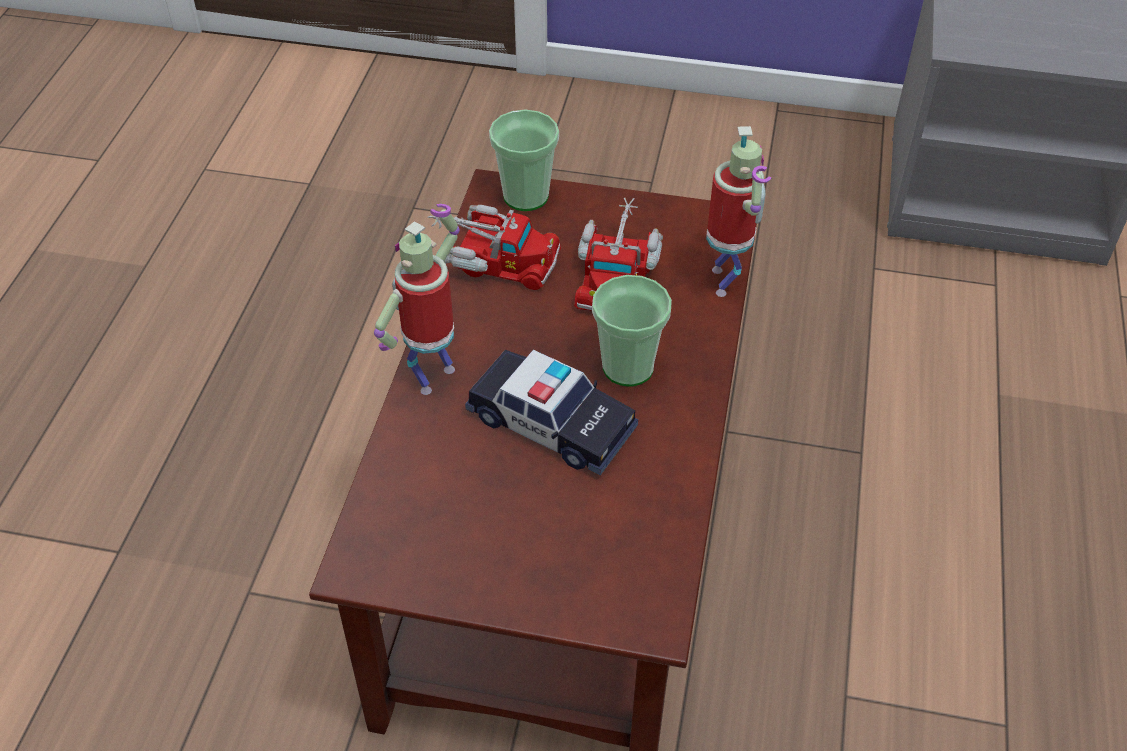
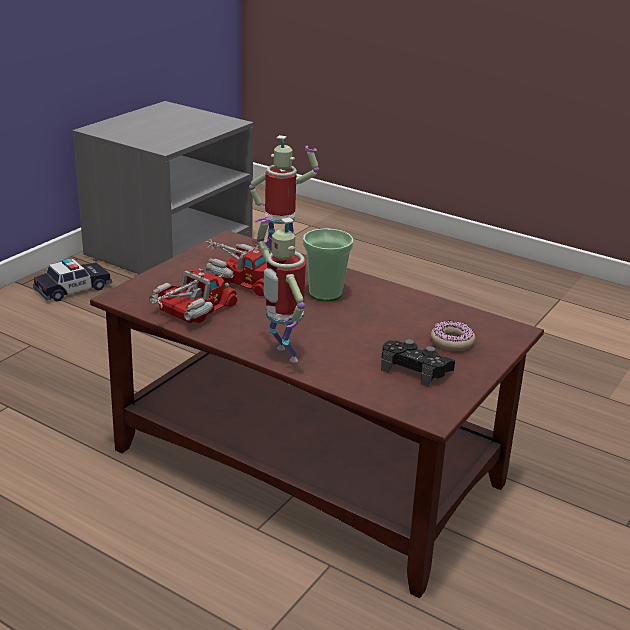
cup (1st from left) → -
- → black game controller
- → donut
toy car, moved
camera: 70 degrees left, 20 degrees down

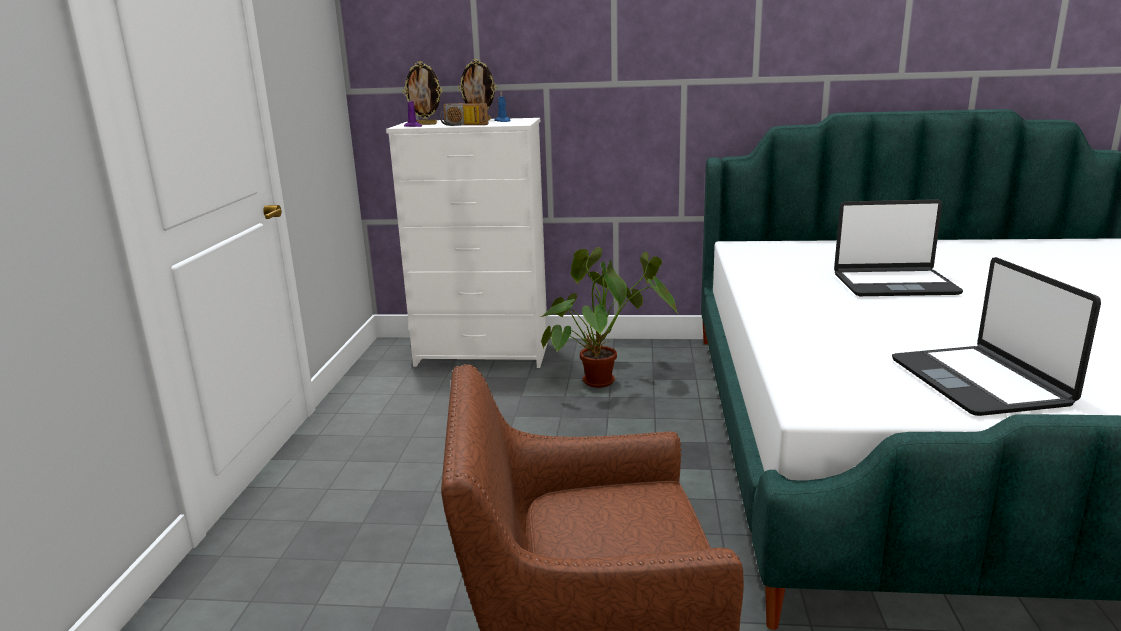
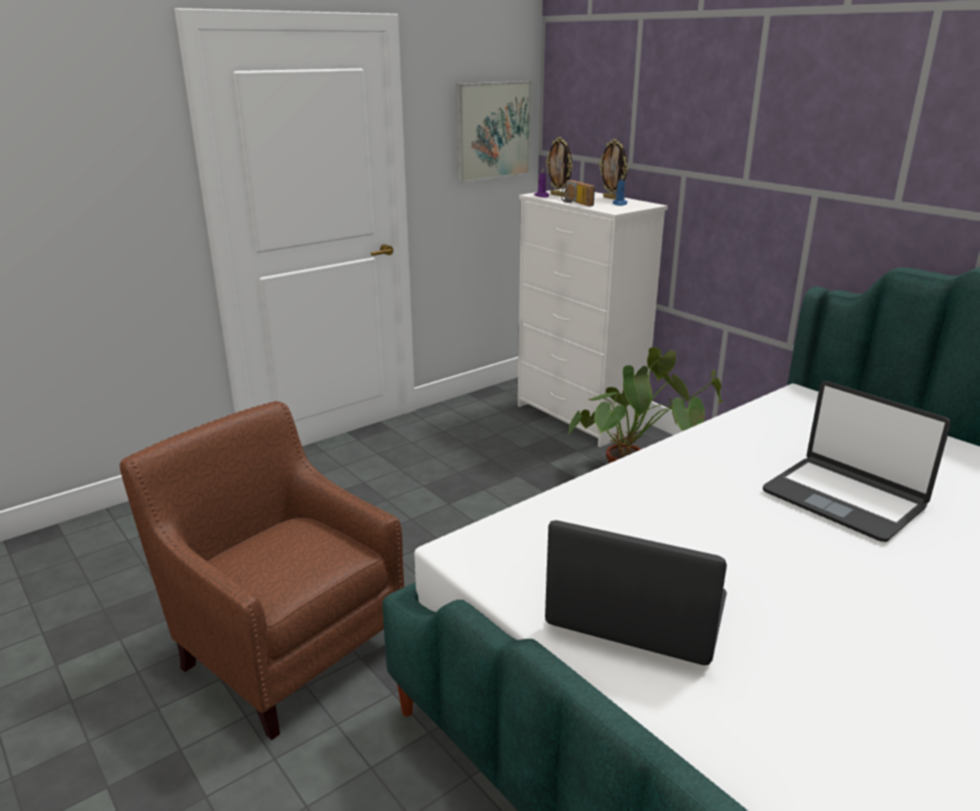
- → picture
laptop (2nd from left in the first image) → laptop (1st from left), 75 degrees clockwise
camera: 45 degrees right, 5 degrees up

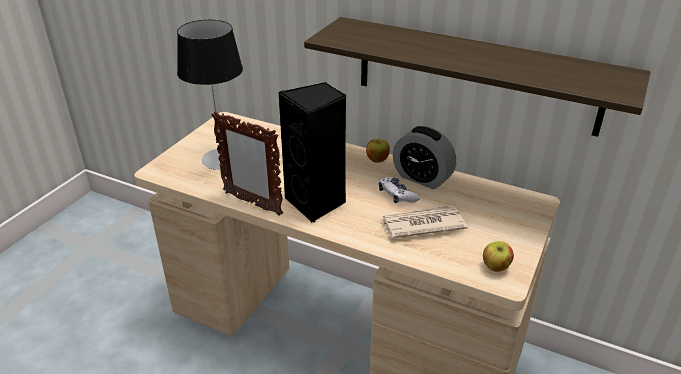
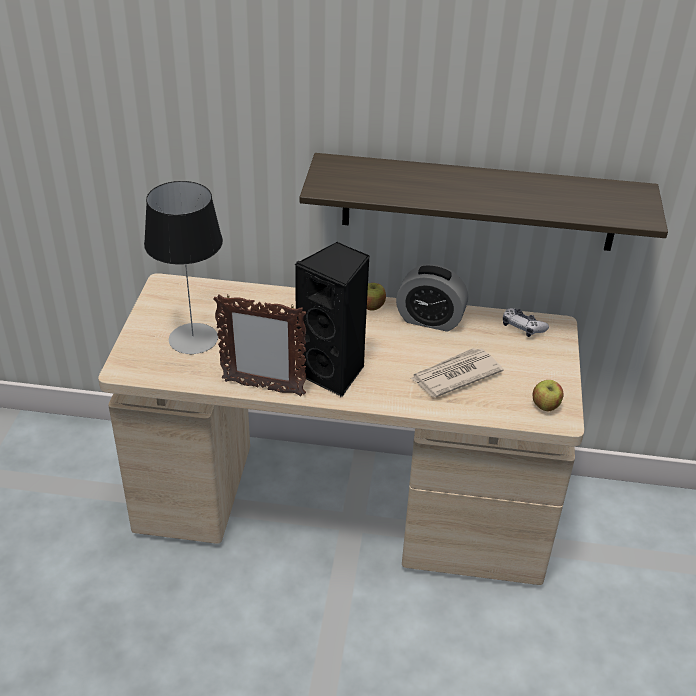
game controller, moved
camera: 20 degrees left, 5 degrees up

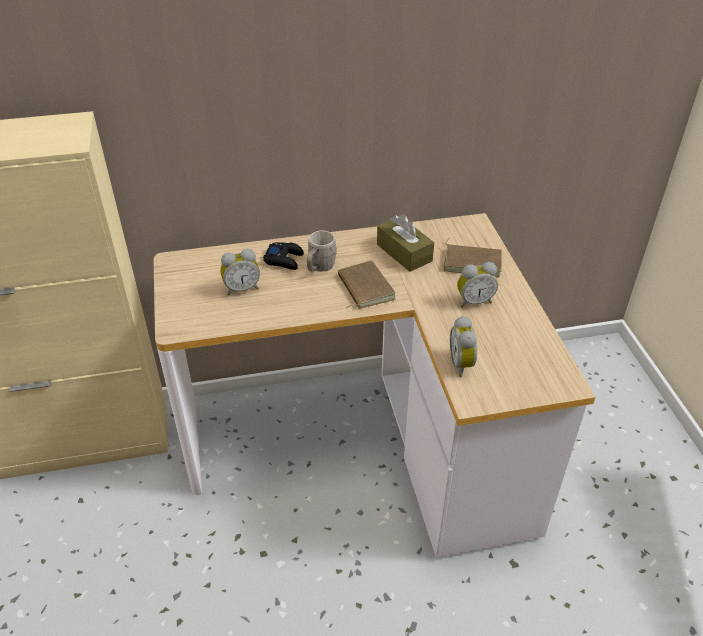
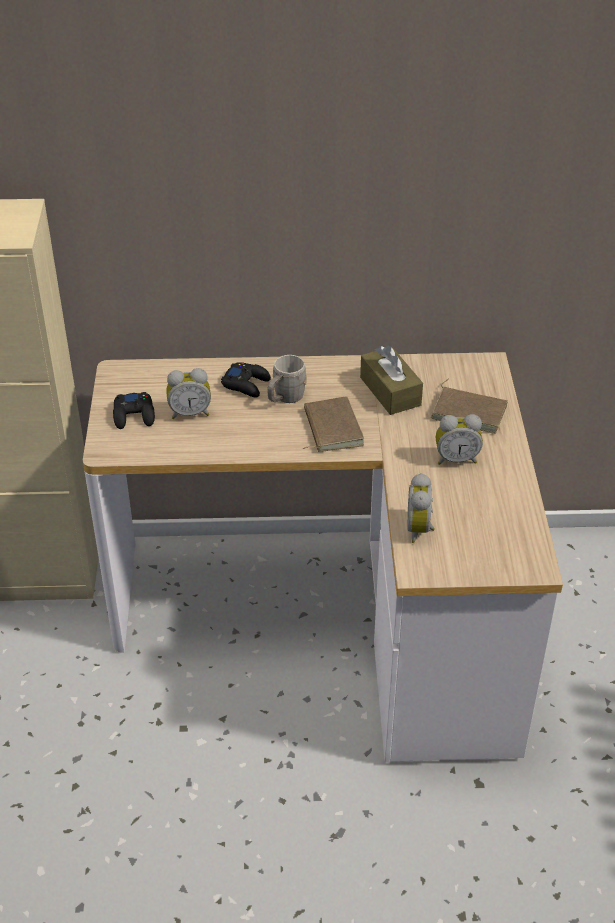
- → black game controller (1st from left)
camera: 10 degrees right, 0 degrees up

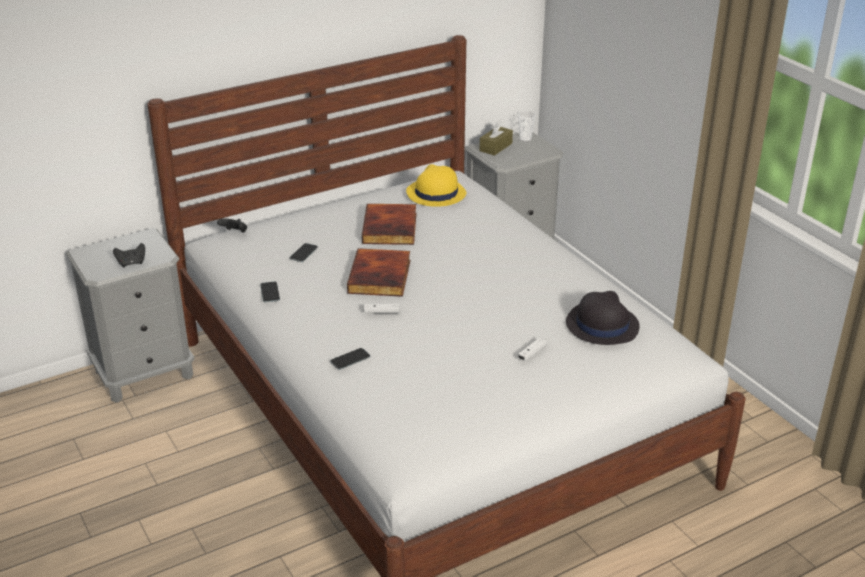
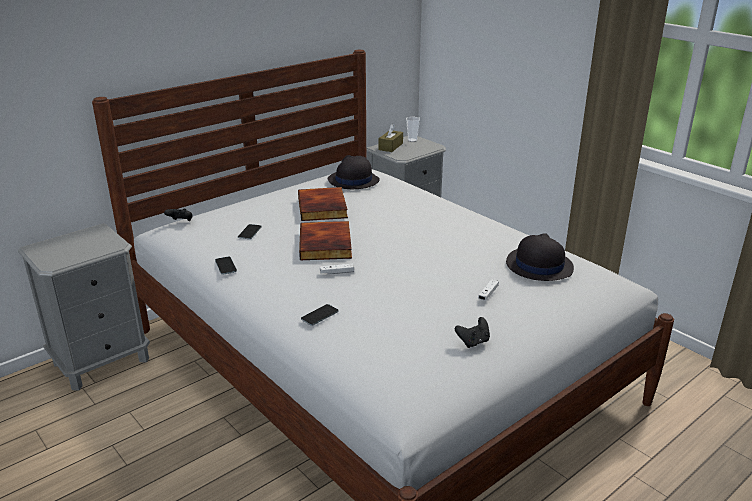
black game controller (1st from left in the first image) → black game controller (2nd from left), moved
yellow hat → black hat (1st from left)
camera: 10 degrees left, 5 degrees down

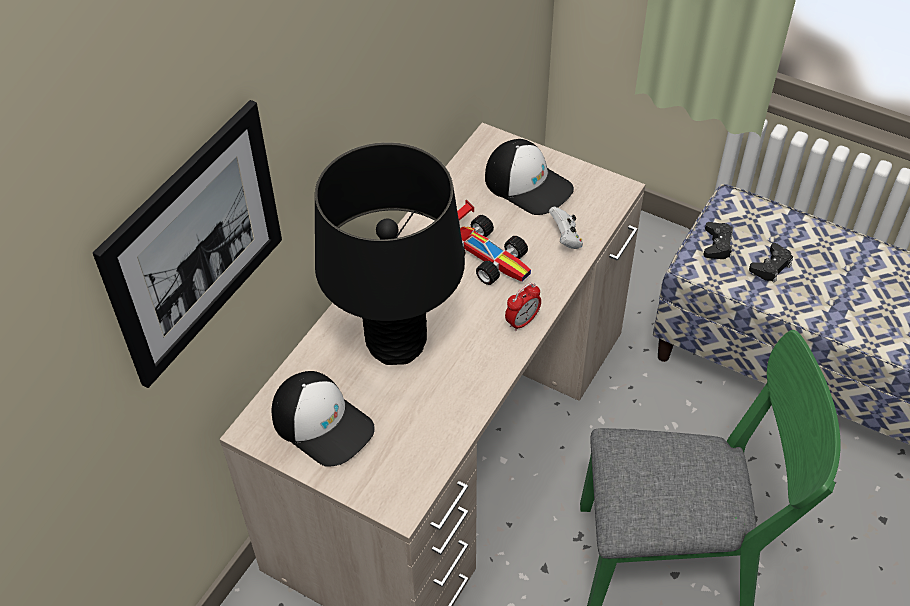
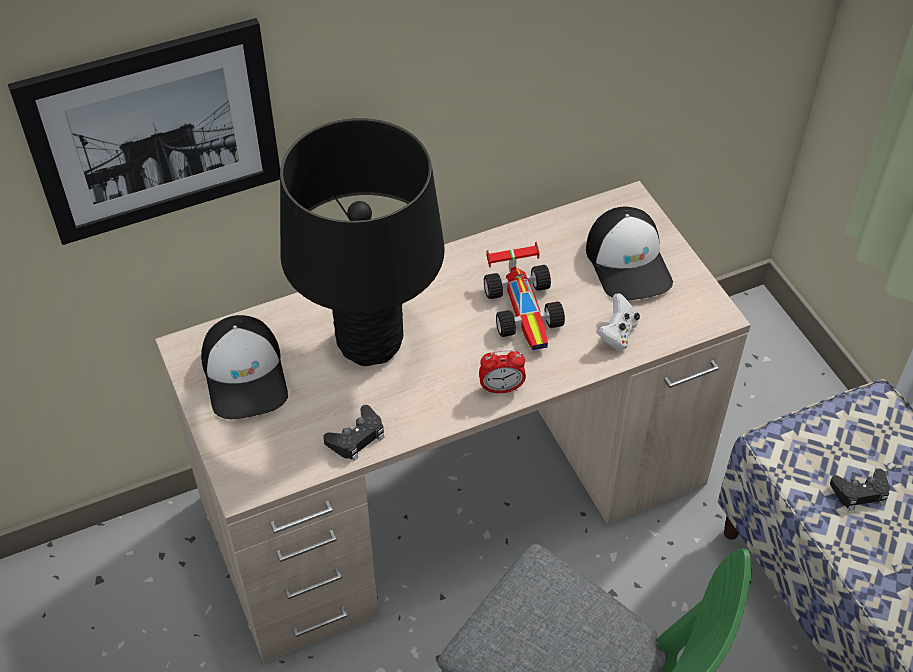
black game controller (1st from left), moved
camera: 35 degrees right, 0 degrees up

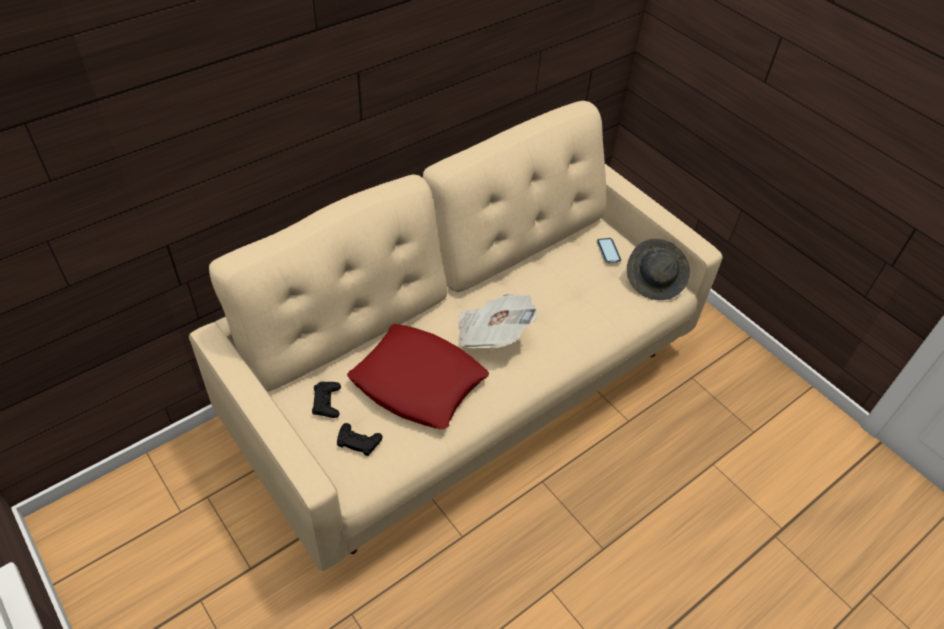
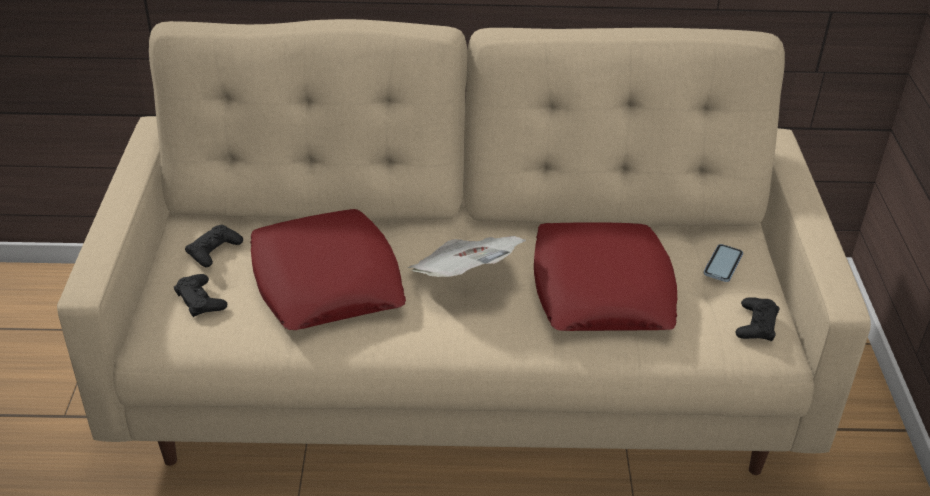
- → red pillow (2nd from left)
grey hat → black game controller (3rd from left)
camera: 40 degrees right, 10 degrees down

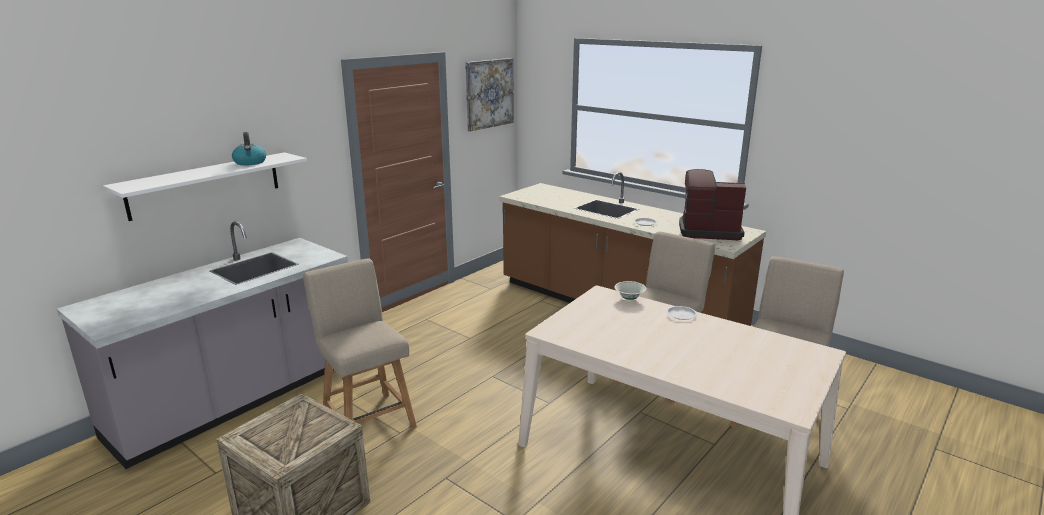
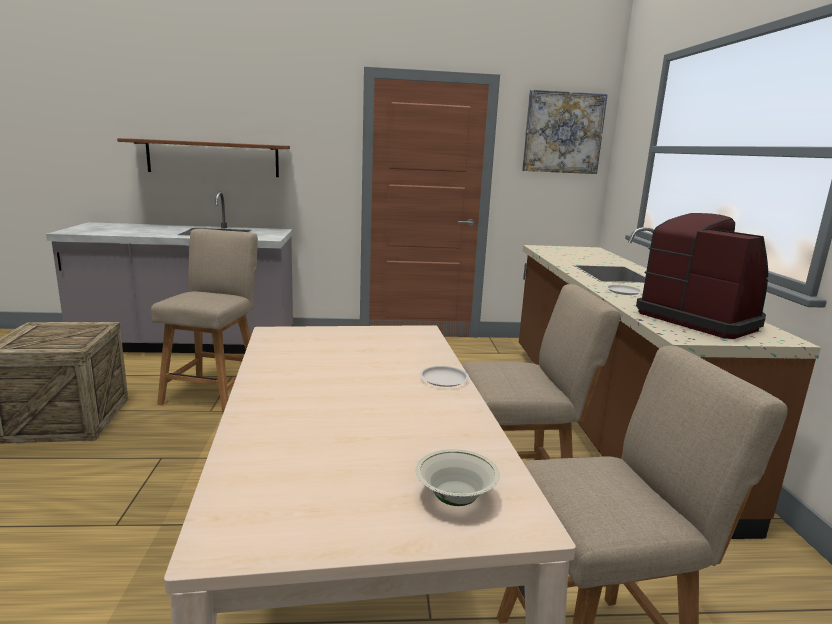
kettle → -
white bowl, moved
white shelf → brown shelf
camera: 45 degrees right, 5 degrees down

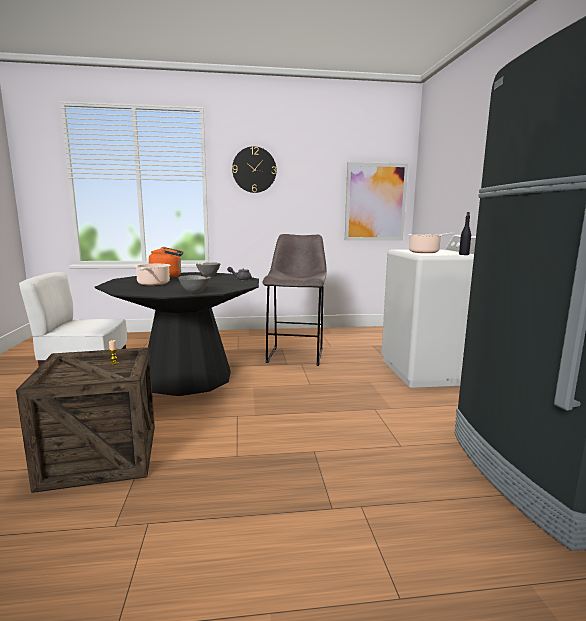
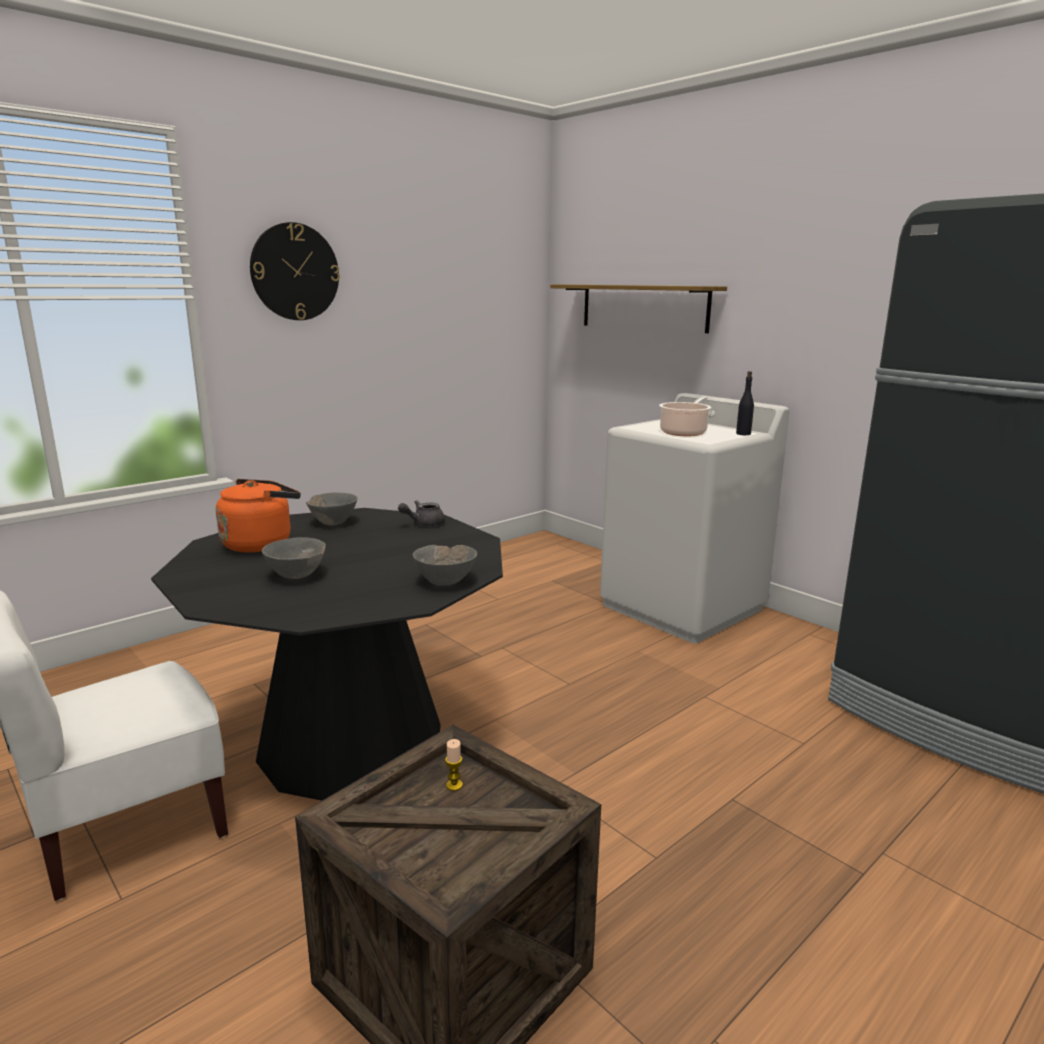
grey stool → -
picture → -
- → shelf
cooking pot (1st from left) → grey bowl (1st from left)
camera: 35 degrees left, 5 degrees up

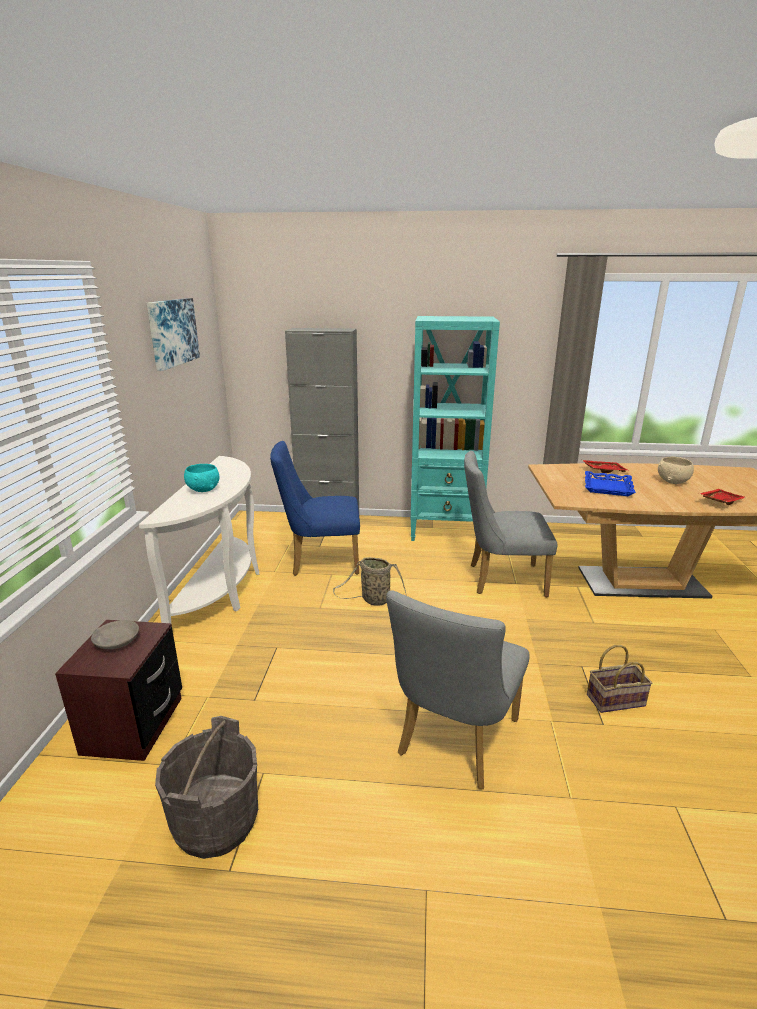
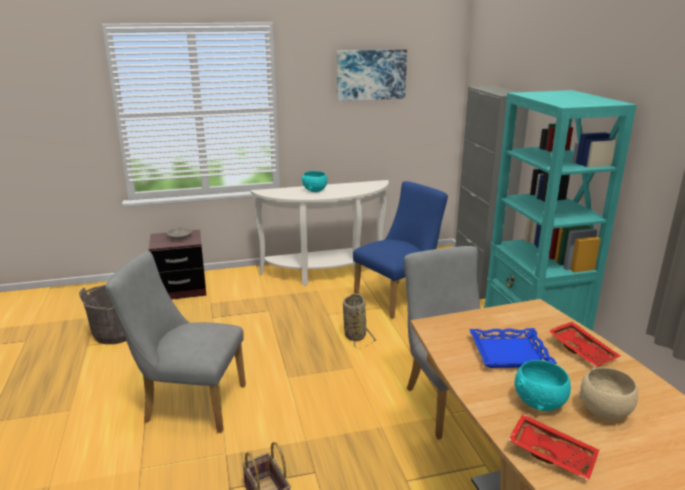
- → turquoise bowl (2nd from left)
blue chair, 75 degrees clockwise
camera: 70 degrees right, 0 degrees up

